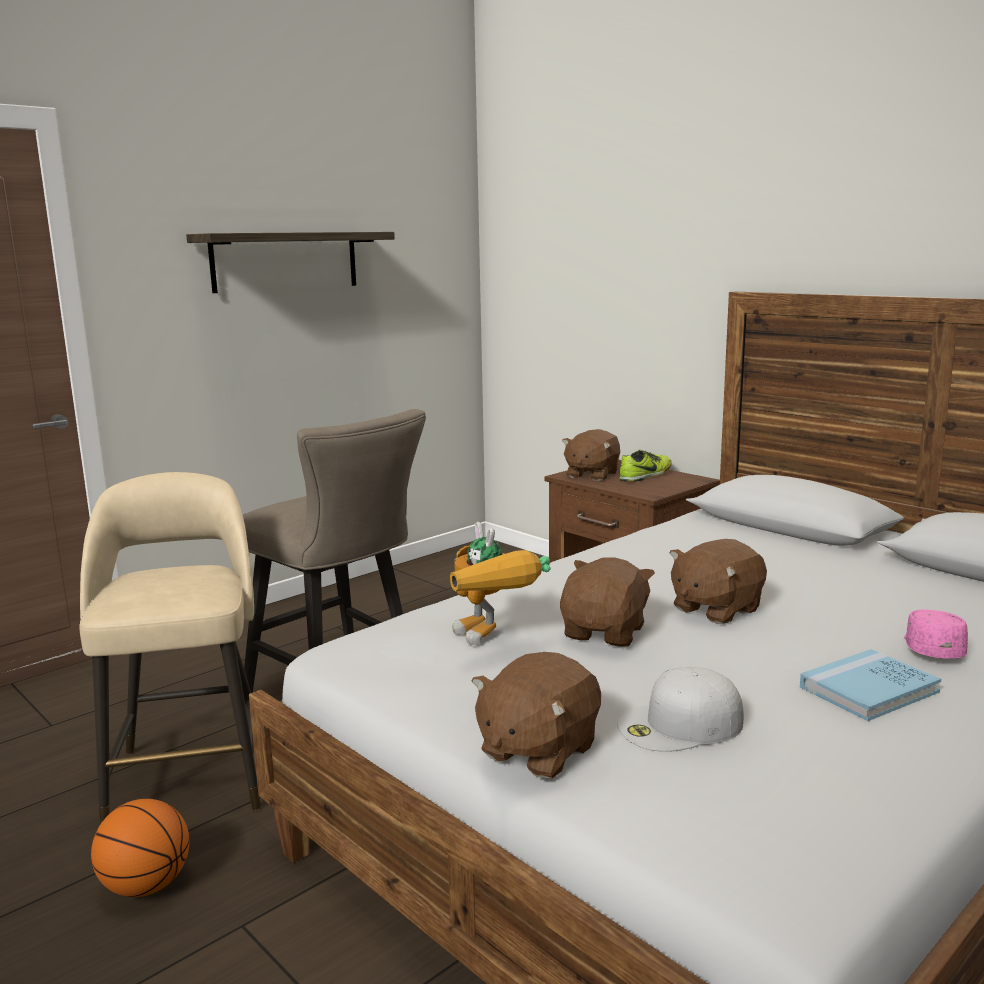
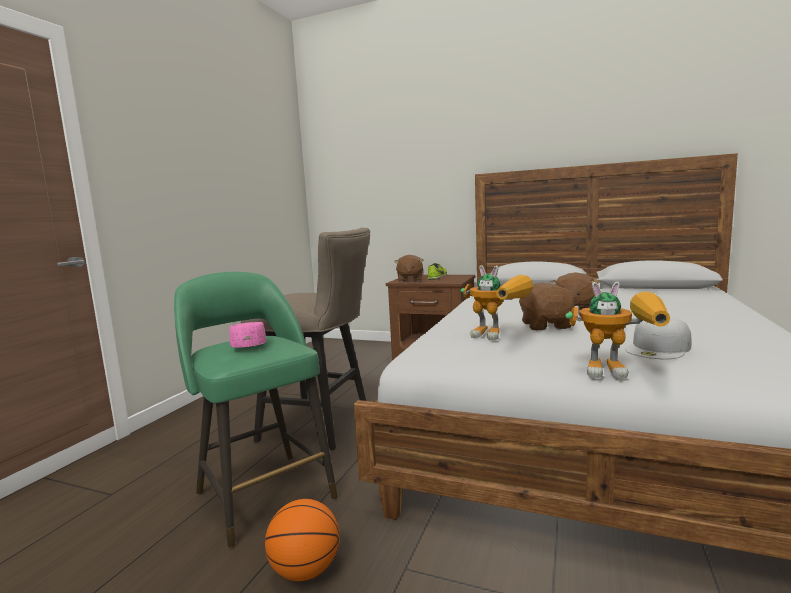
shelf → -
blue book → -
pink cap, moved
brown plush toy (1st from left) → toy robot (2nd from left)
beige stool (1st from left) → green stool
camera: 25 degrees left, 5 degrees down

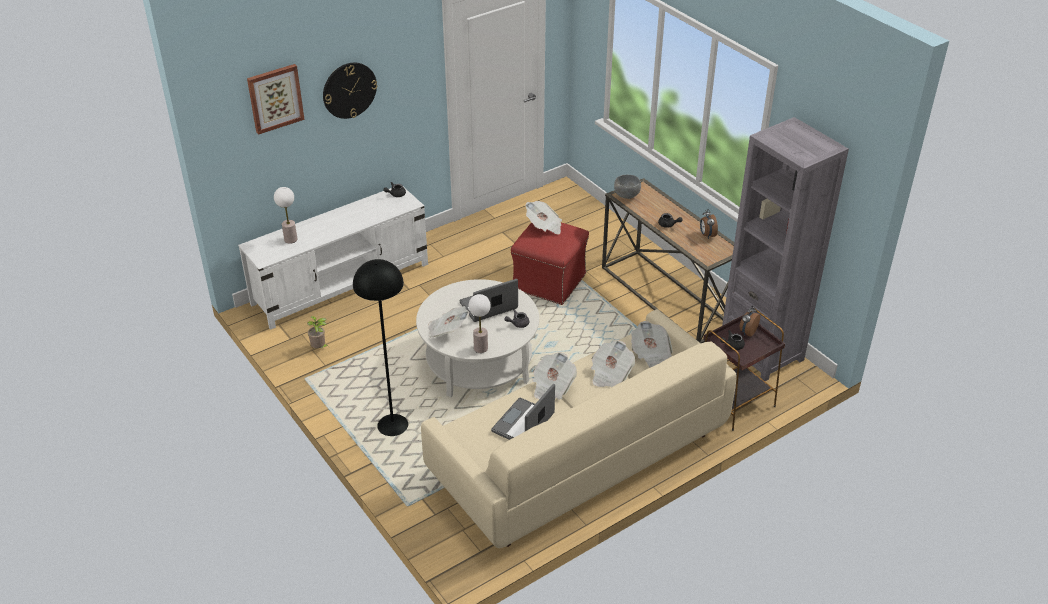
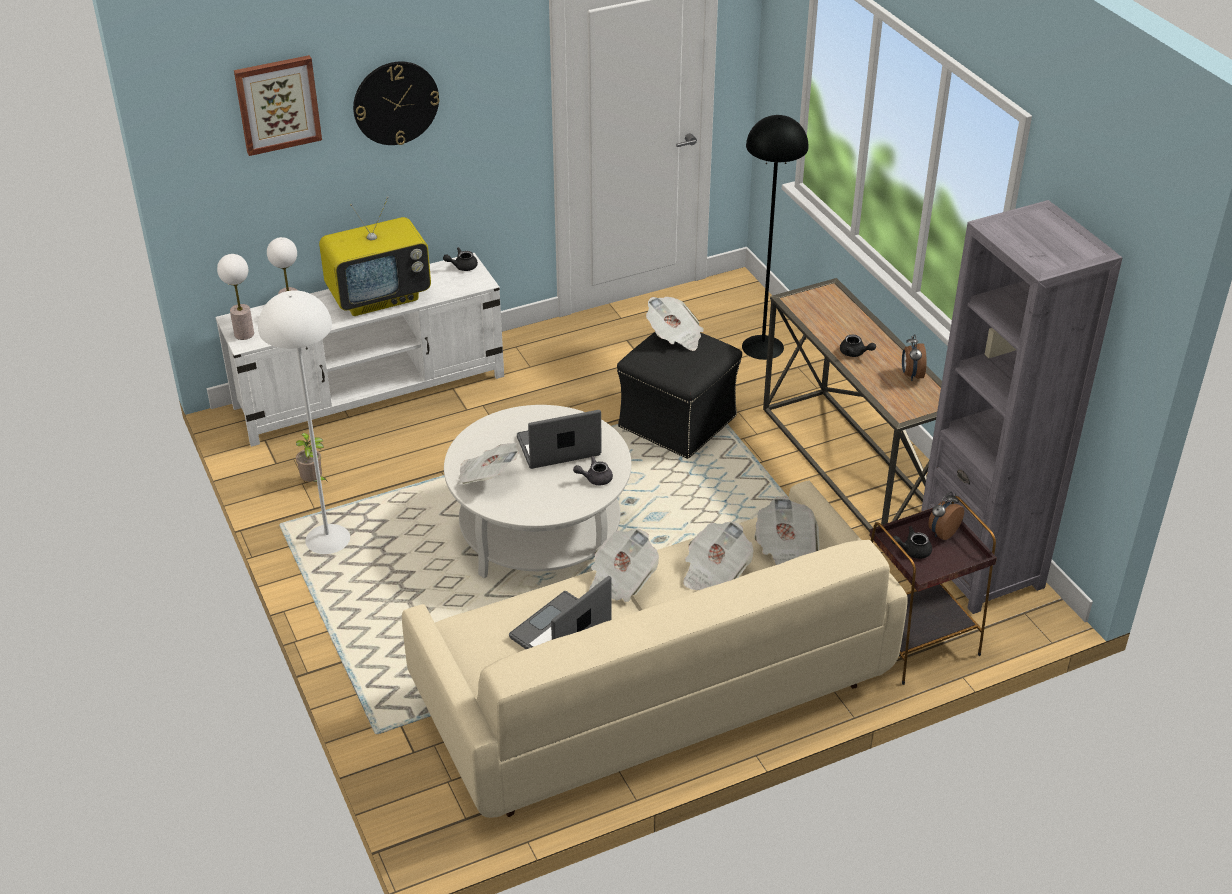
grey bowl → -
- → white floor lamp
- → television
black floor lamp, moved
table lamp (2nd from left in the first image) → table lamp (1st from left), moved
red ottoman → black ottoman
camera: 10 degrees right, 0 degrees up

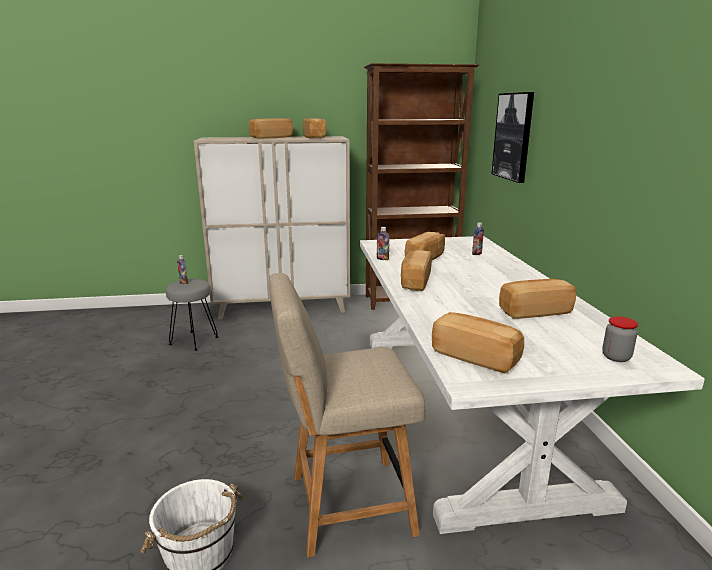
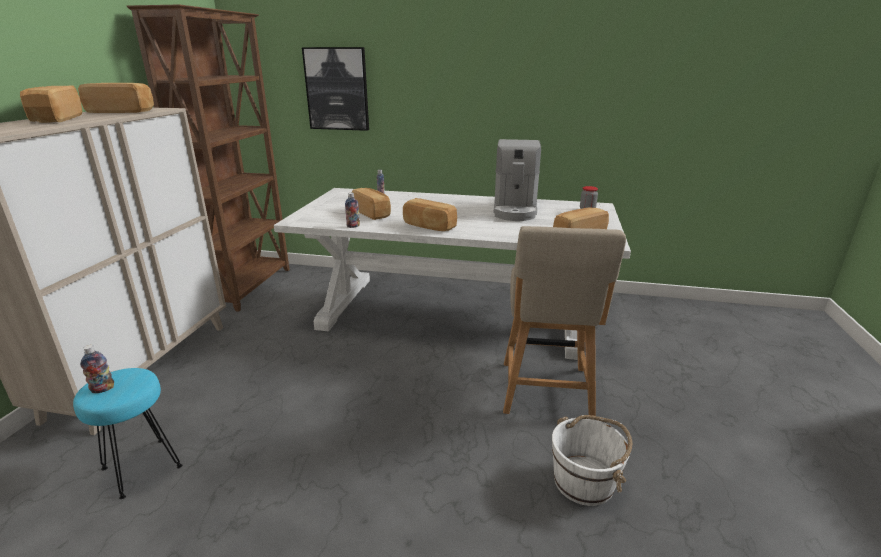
bread (6th from left) → coffee machine
grey stool → turquoise stool
camera: 70 degrees left, 5 degrees up

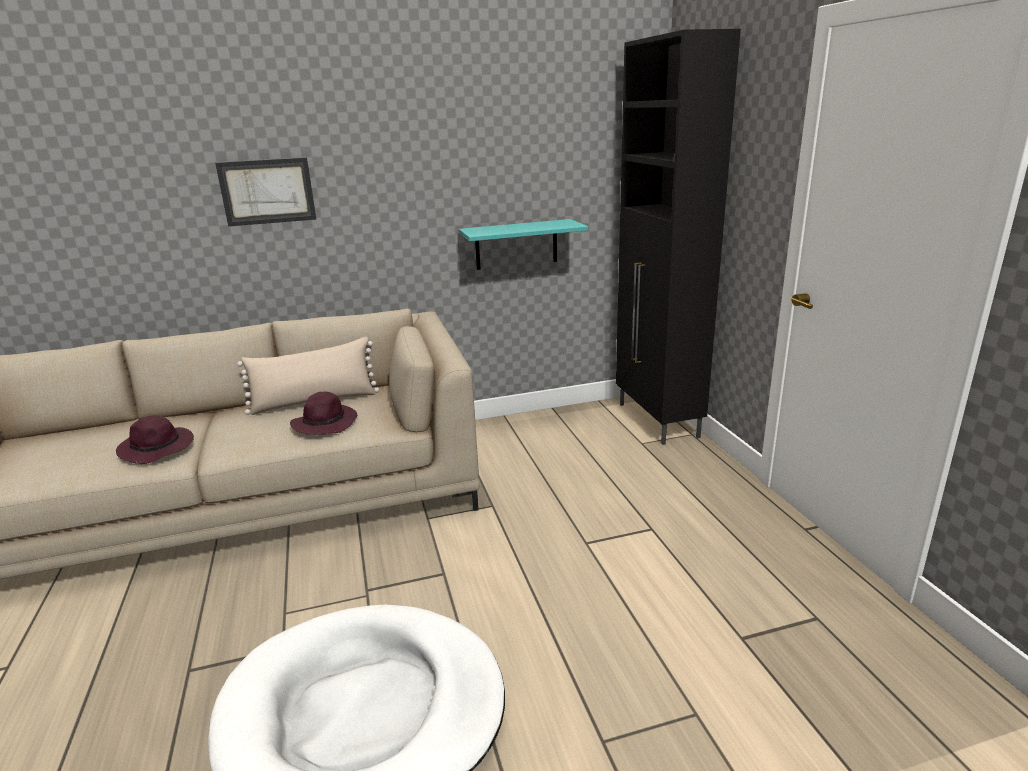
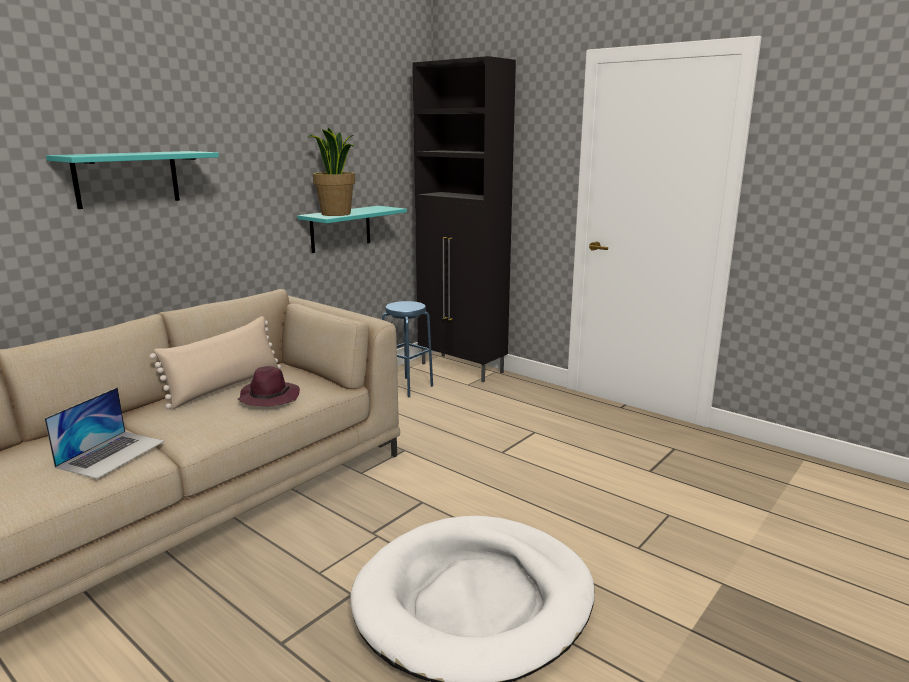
- → potted plant
- → blue stool
purple hat (1st from left) → laptop
picture → turquoise shelf (1st from left)
camera: 35 degrees left, 5 degrees down

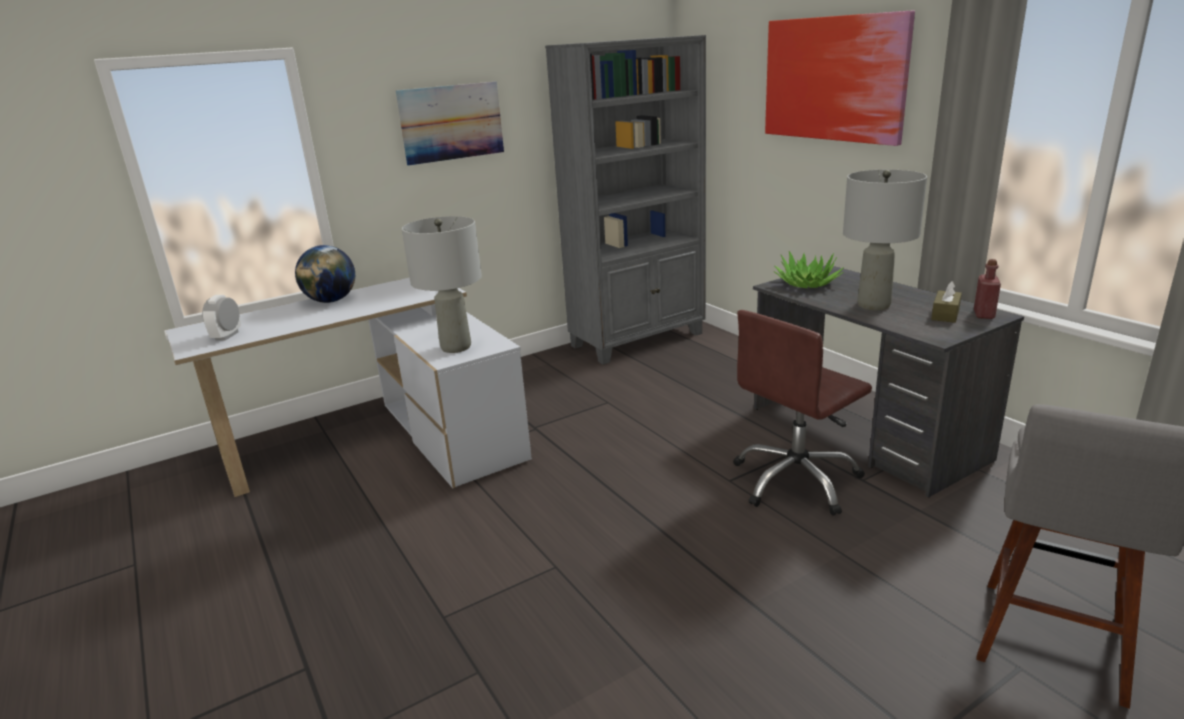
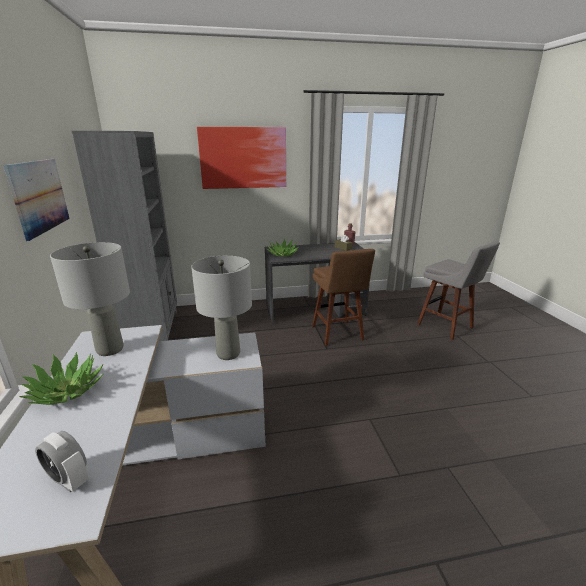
grey table lamp (2nd from left in the first image) → grey table lamp (1st from left), moved
globe → potted plant (1st from left)
brown office chair → brown stool
camera: 70 degrees left, 0 degrees up

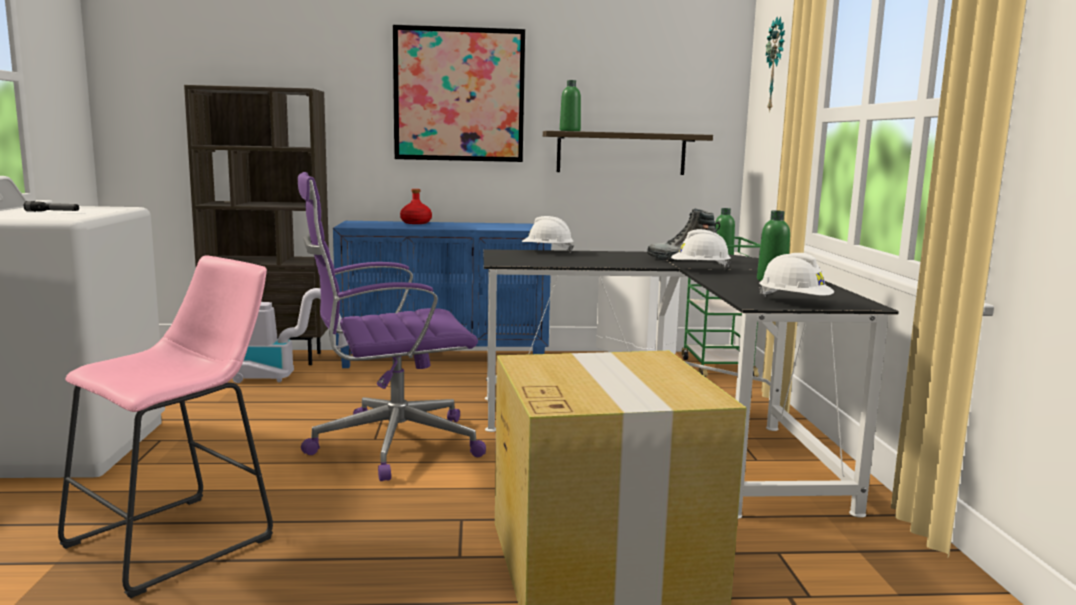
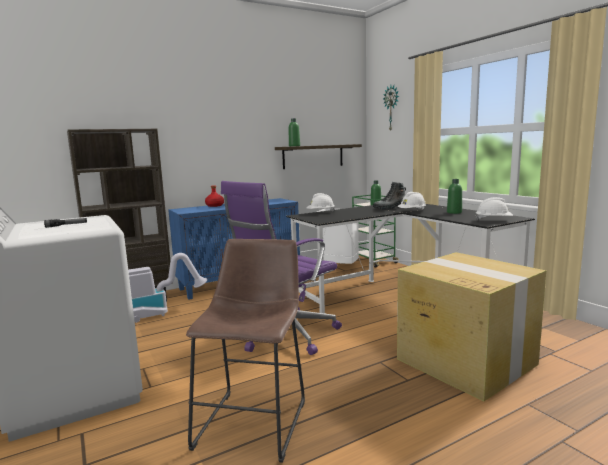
picture → -
pink stool → brown stool
camera: 25 degrees left, 0 degrees up

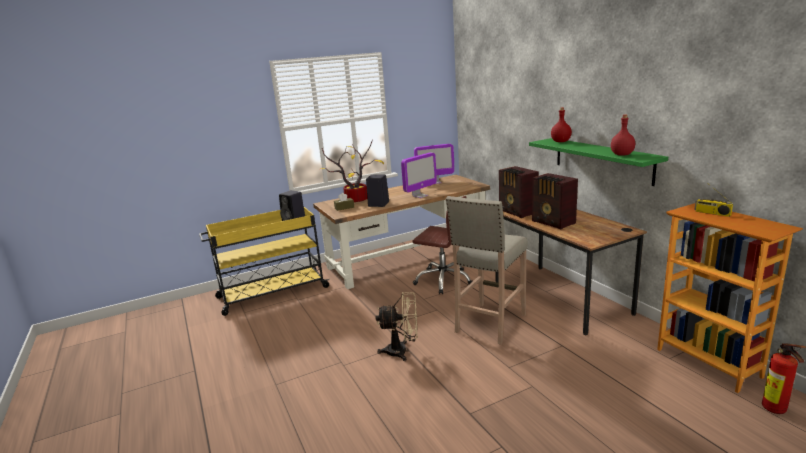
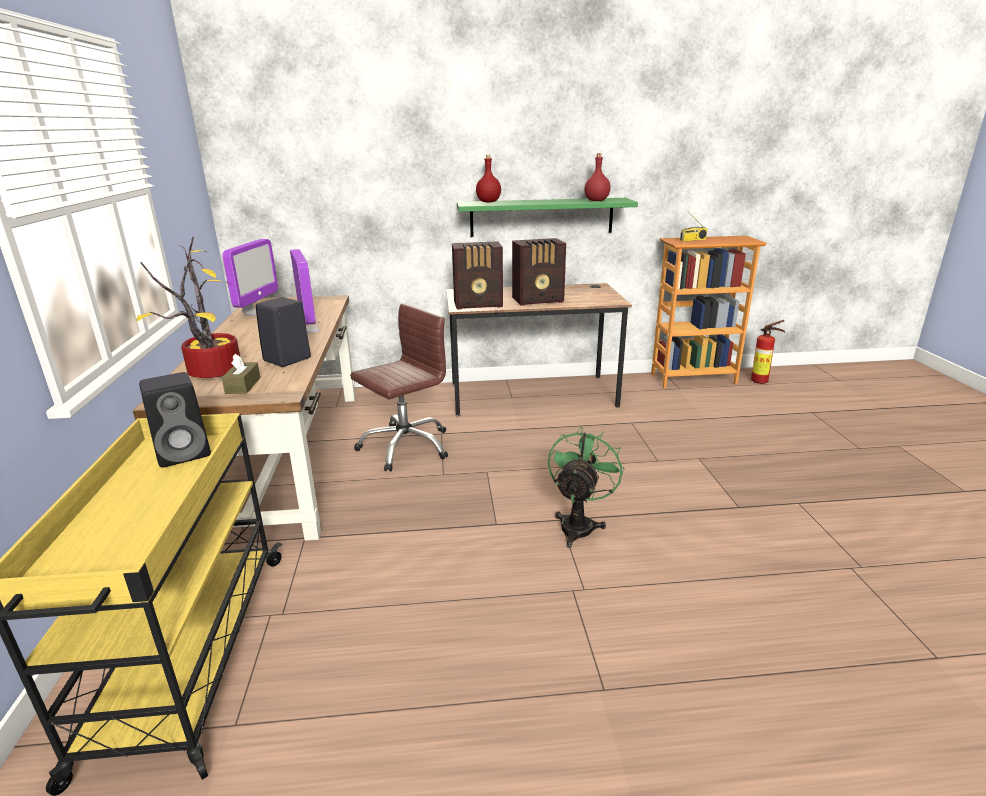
beige stool → -
beige fan → green fan
camera: 70 degrees left, 5 degrees up

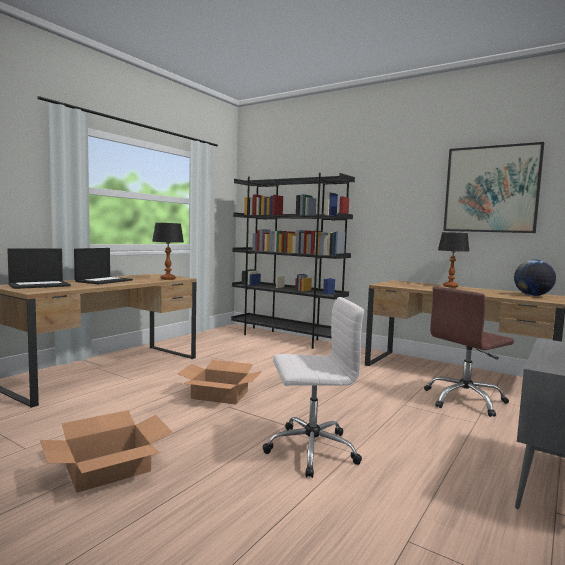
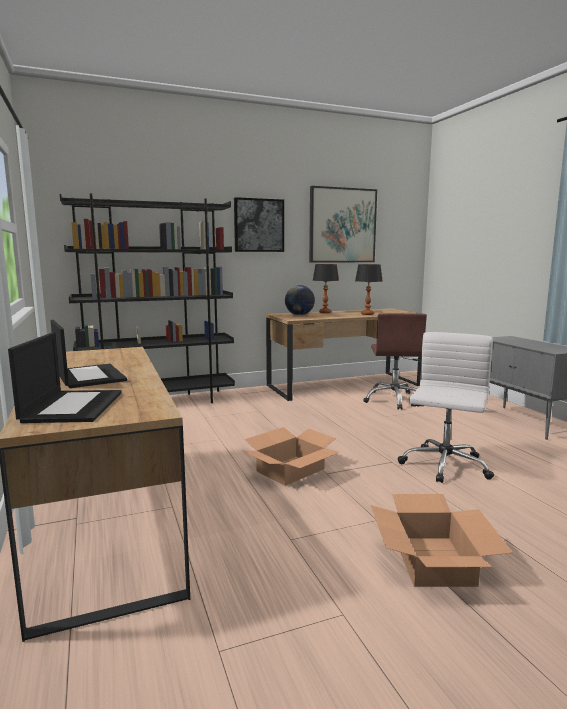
- → picture (1st from left)
table lamp (1st from left in the first image) → table lamp (2nd from left), moved
globe, moved
camera: 55 degrees left, 5 degrees up

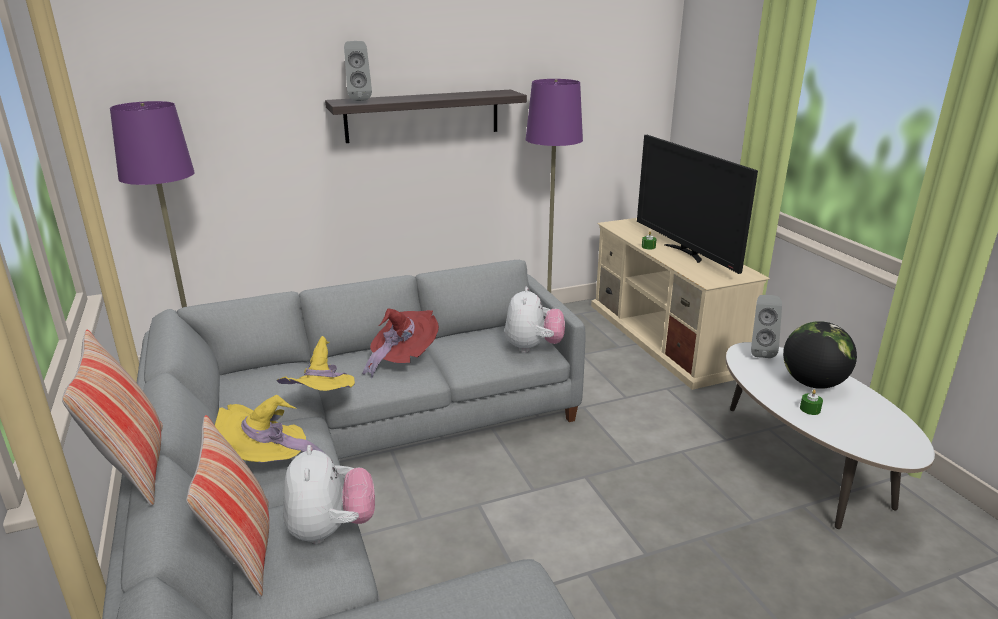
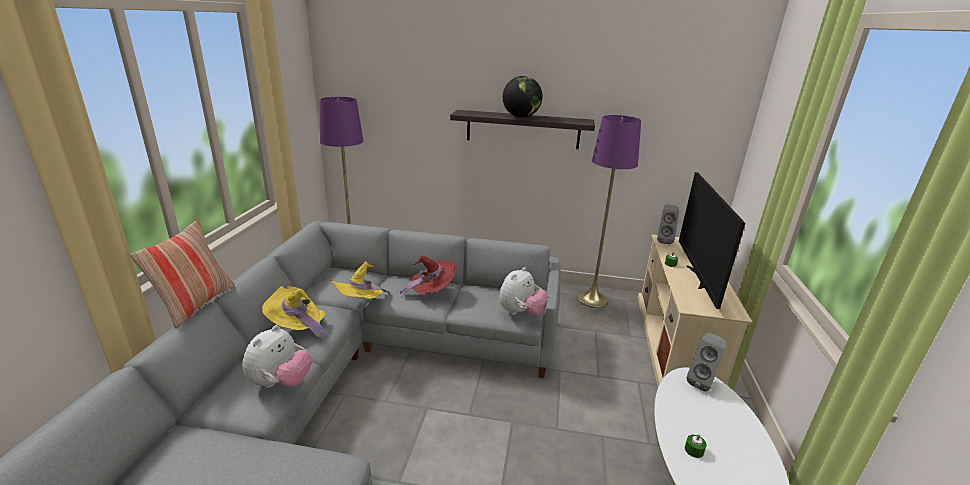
pillow (2nd from left) → -
grey speaker (1st from left), moved
globe, moved
camera: 30 degrees right, 0 degrees up

